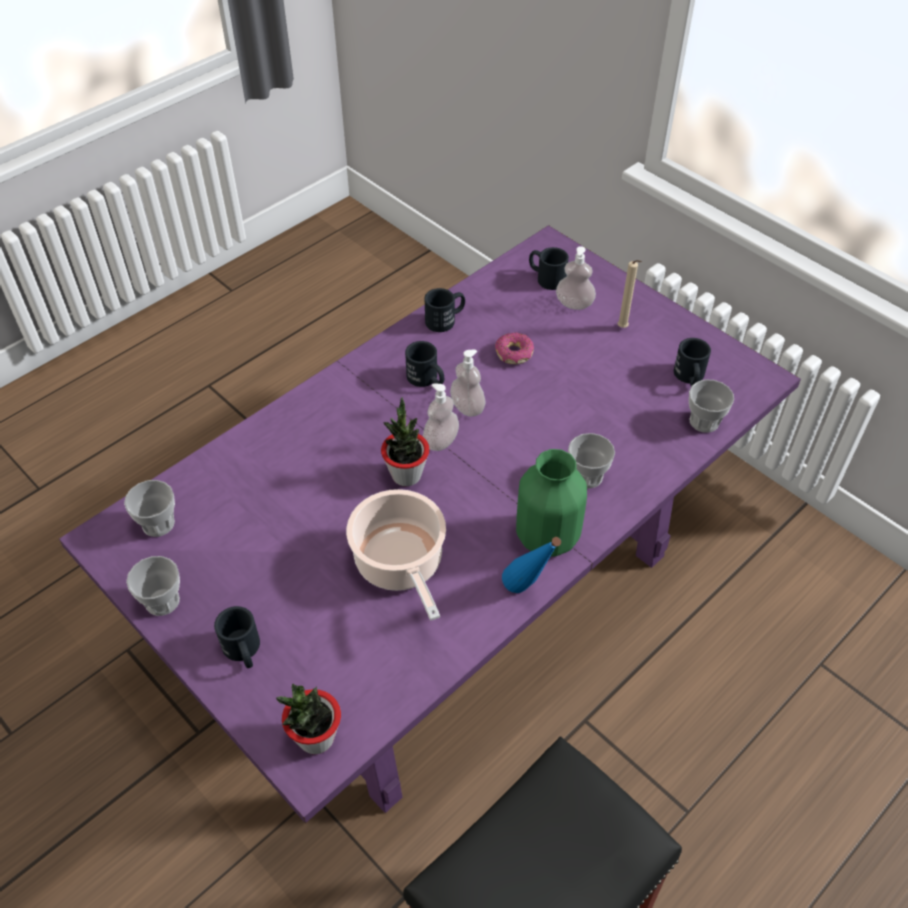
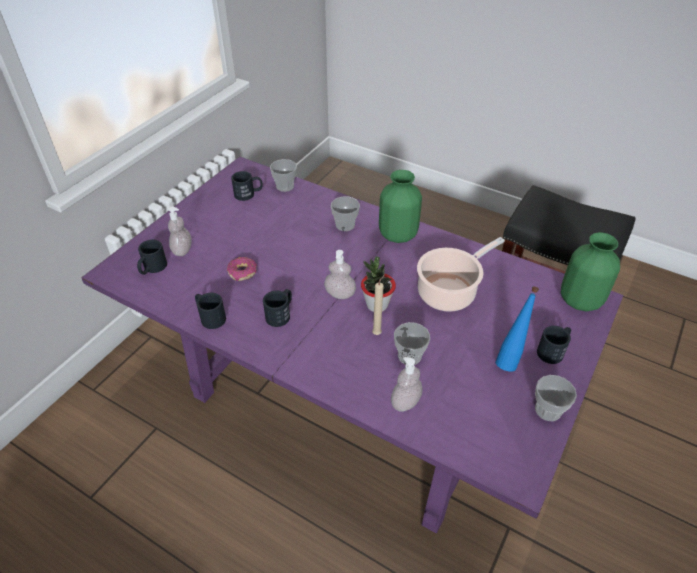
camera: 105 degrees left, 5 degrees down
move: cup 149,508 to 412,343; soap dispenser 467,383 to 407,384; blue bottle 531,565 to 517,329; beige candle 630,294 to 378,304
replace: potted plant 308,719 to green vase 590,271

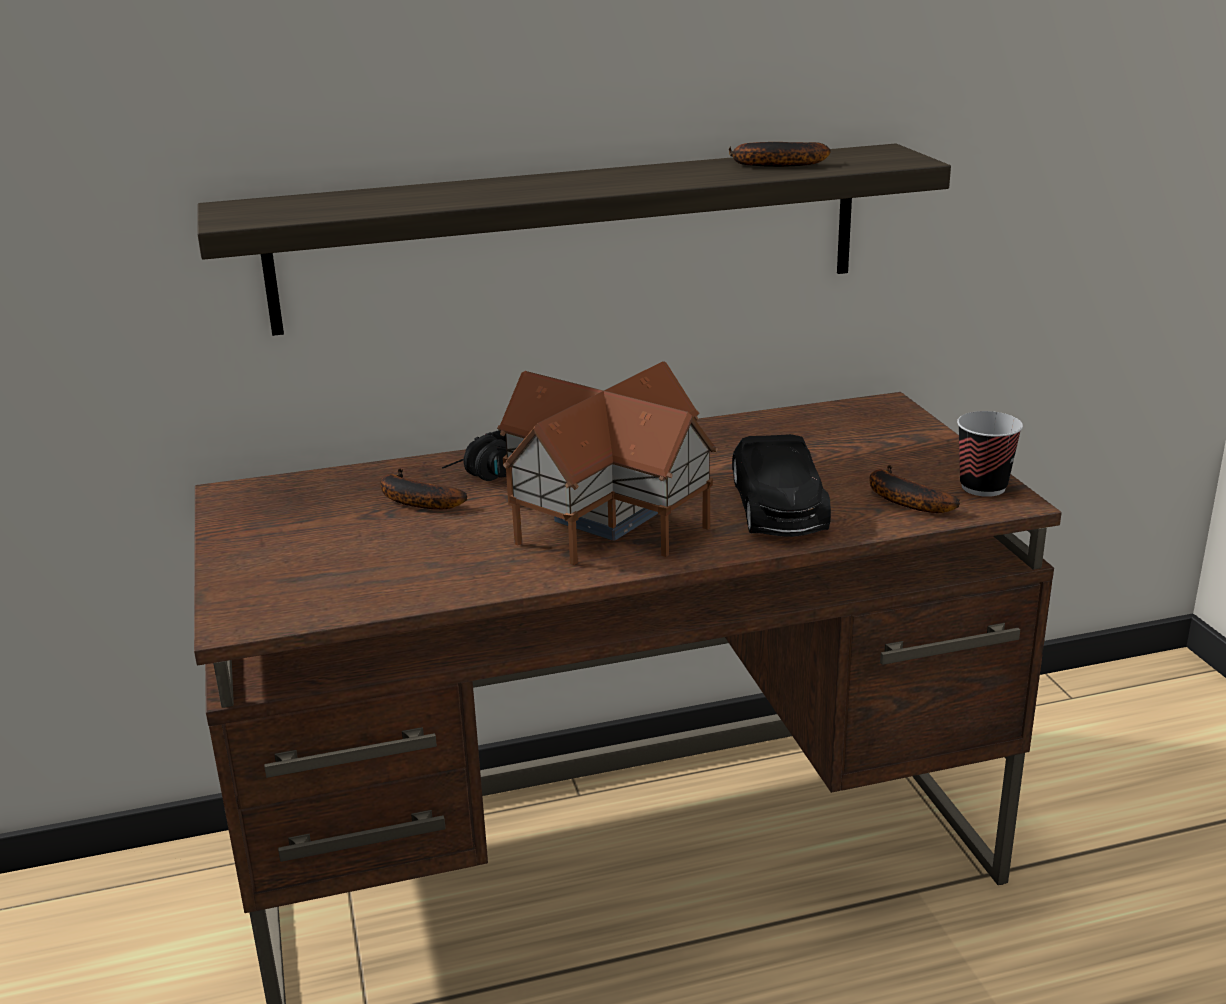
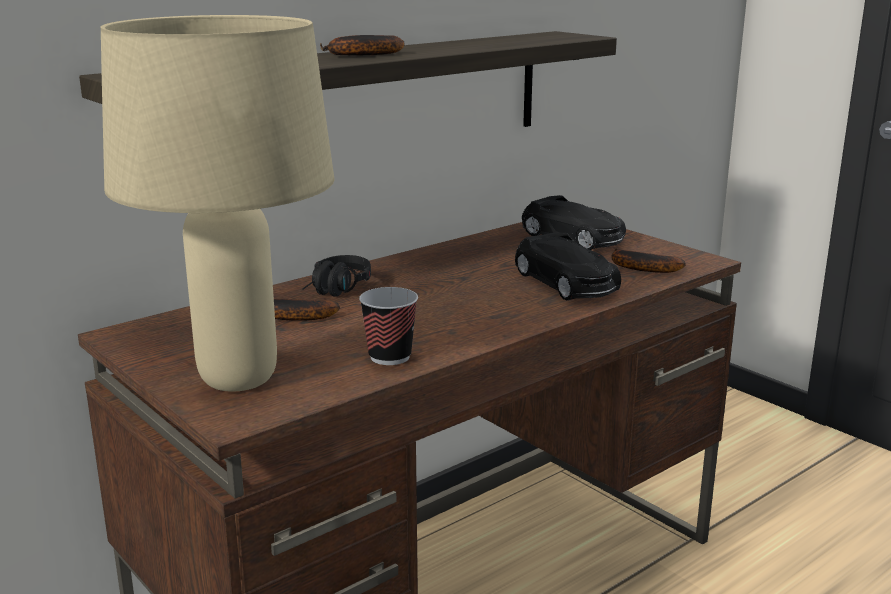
camera: 25 degrees left, 5 degrees down
delete: toy house 607,463
insert: beige table lamp 218,203; black toy car 574,222
move: banana 780,154 to 362,45; cup 990,454 to 388,326

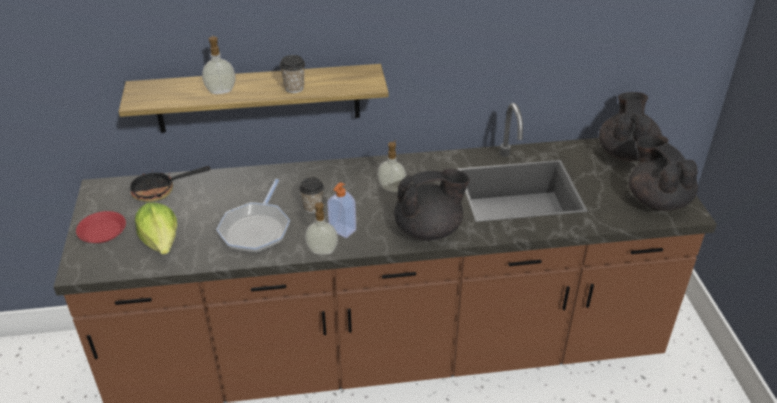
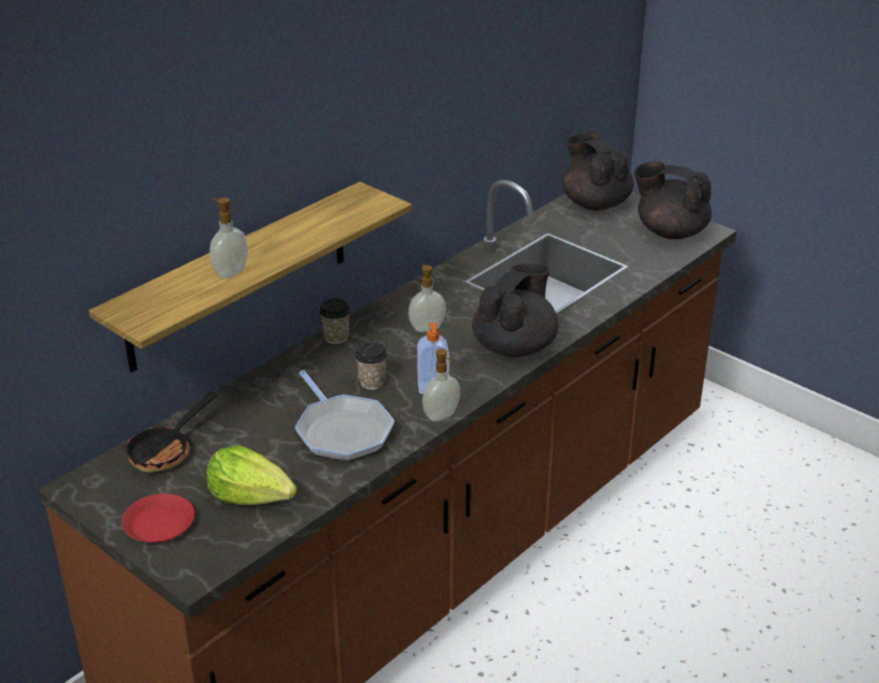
camera: 40 degrees left, 5 degrees down
move: cup 292,74 to 334,321

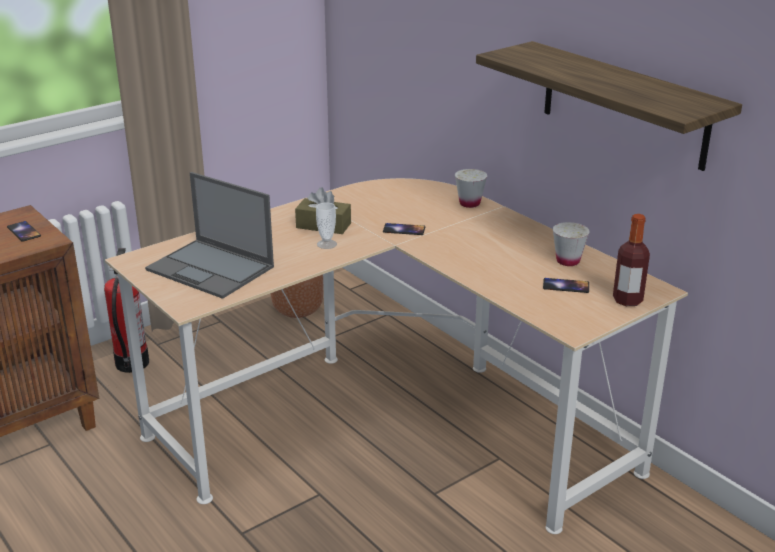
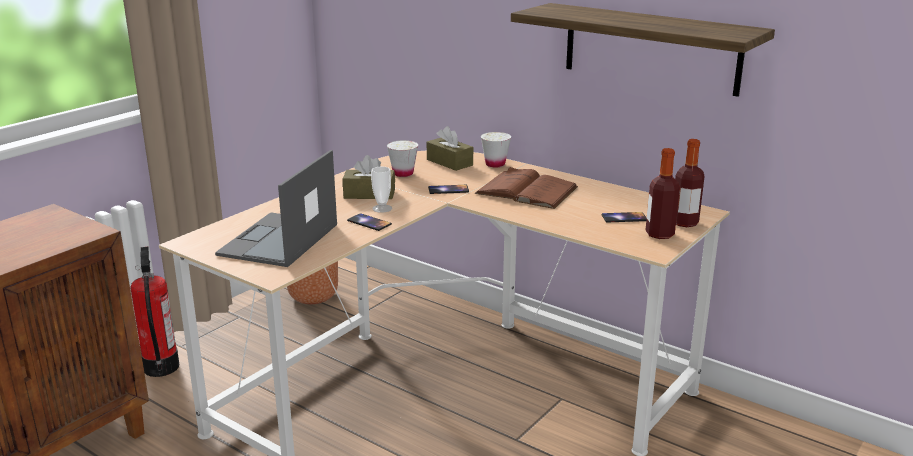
camera: 15 degrees left, 5 degrees down
insert: brown tissue box 450,148; brown book 526,188; bottle 662,193
move: phone 24,231 to 369,222; white cup 571,244 to 402,158
rotate: laptop 209,235 = 276,208 90 degrees clockwise

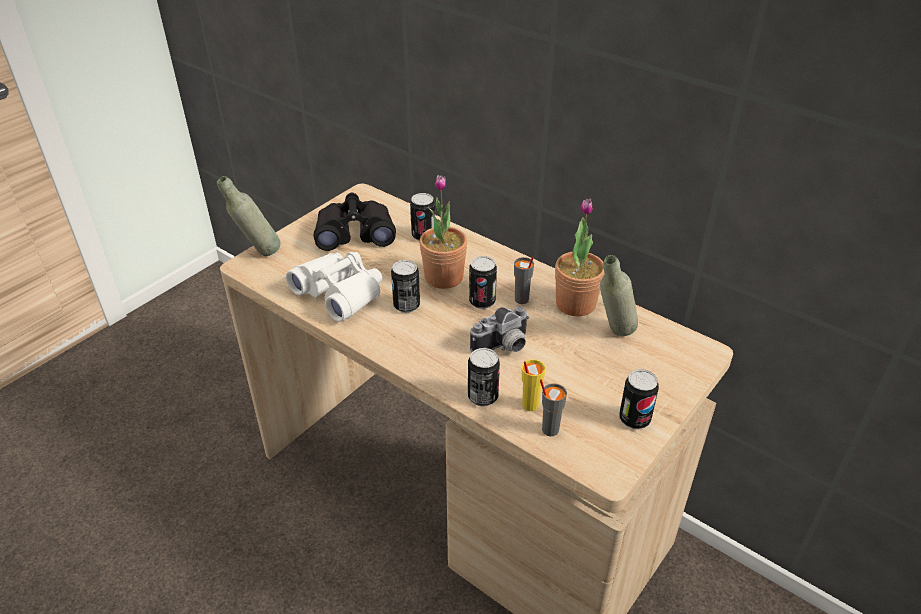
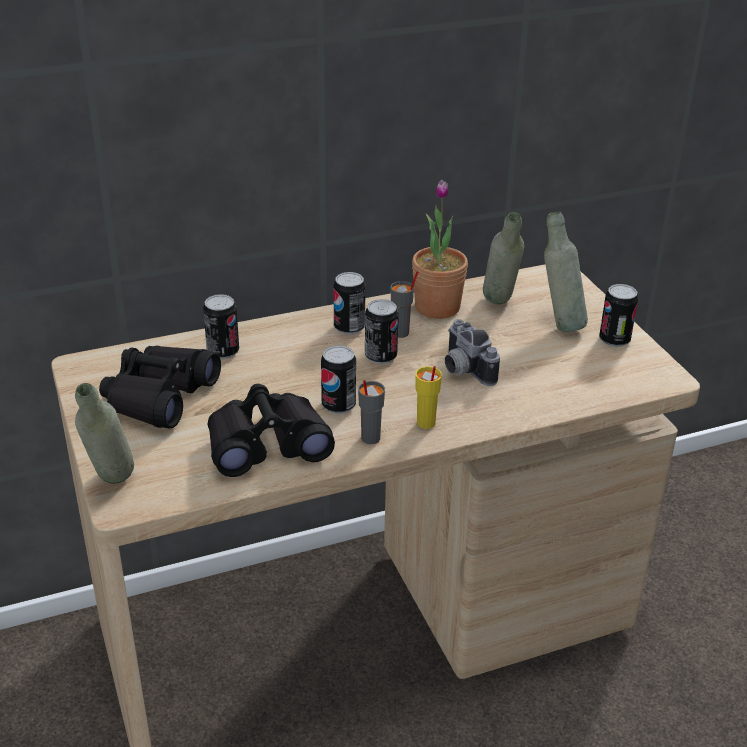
camera: 60 degrees left, 5 degrees down
delete: potted plant 443,232
insert: grey bottle 566,272
move: can 484,377 to 350,303; yellow cup 533,385 to 428,397; grey cup 553,407 to 371,412
recolor: white binoculars 334,287 to black binoculars 271,430
rotate: photo camera 499,329 = 472,352 150 degrees clockwise

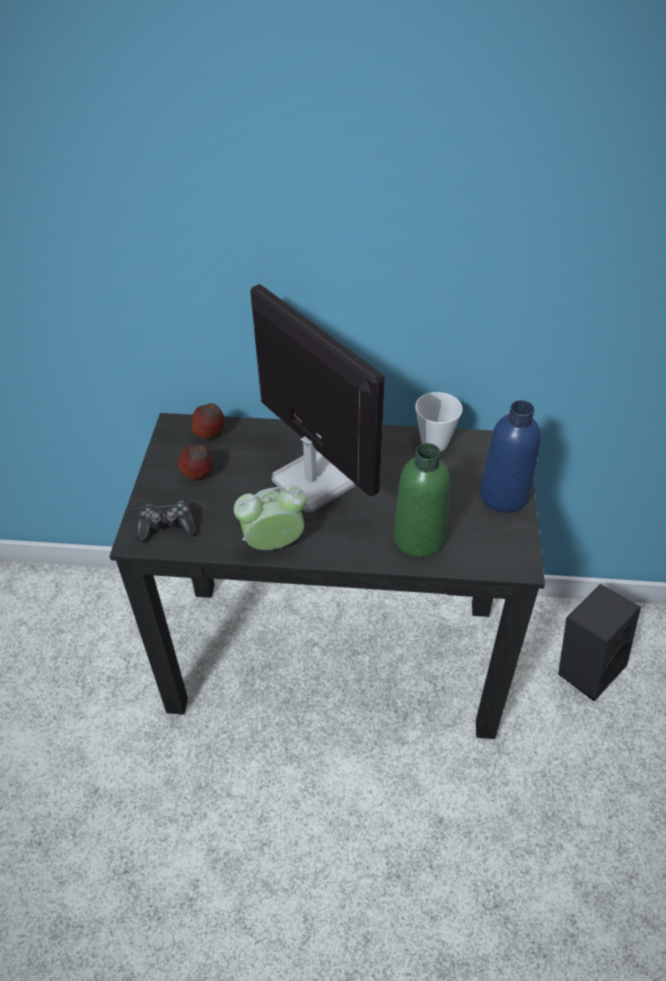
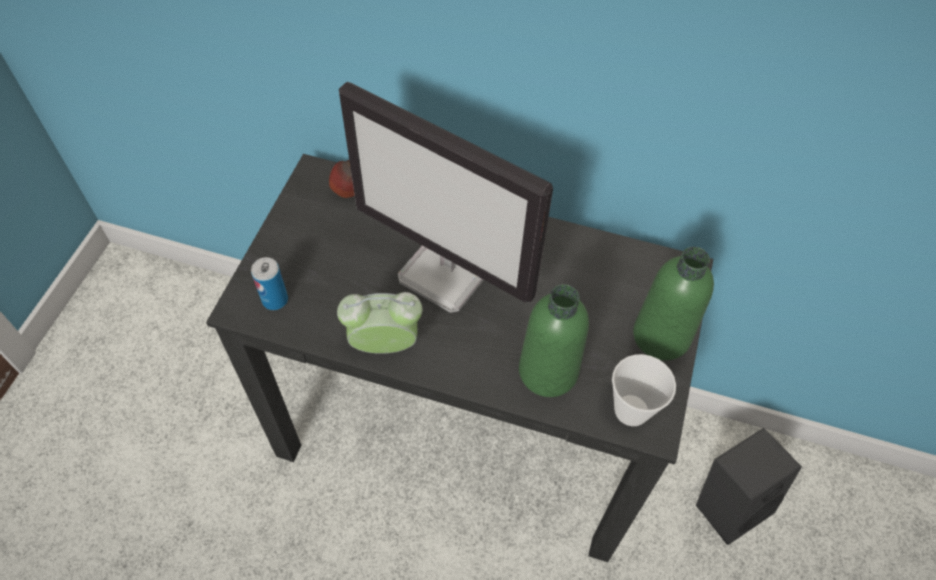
camera: 10 degrees right, 10 degrees up
delete: apple 195,462
move: cup 439,422 to 644,390
replace: game controller 166,521 to can 269,283
recolor: blue bottle 510,456 to green bottle 673,304
rotate: monitor 317,398 = 446,197 150 degrees clockwise

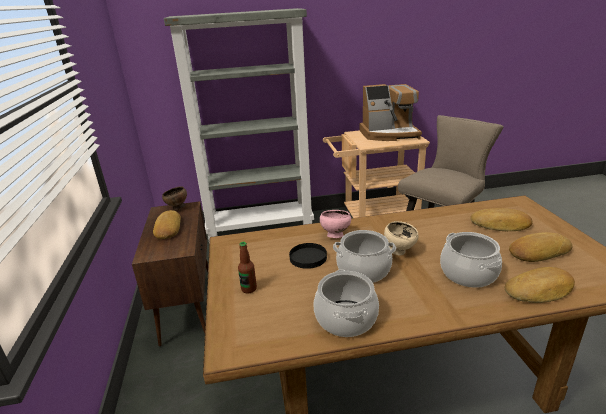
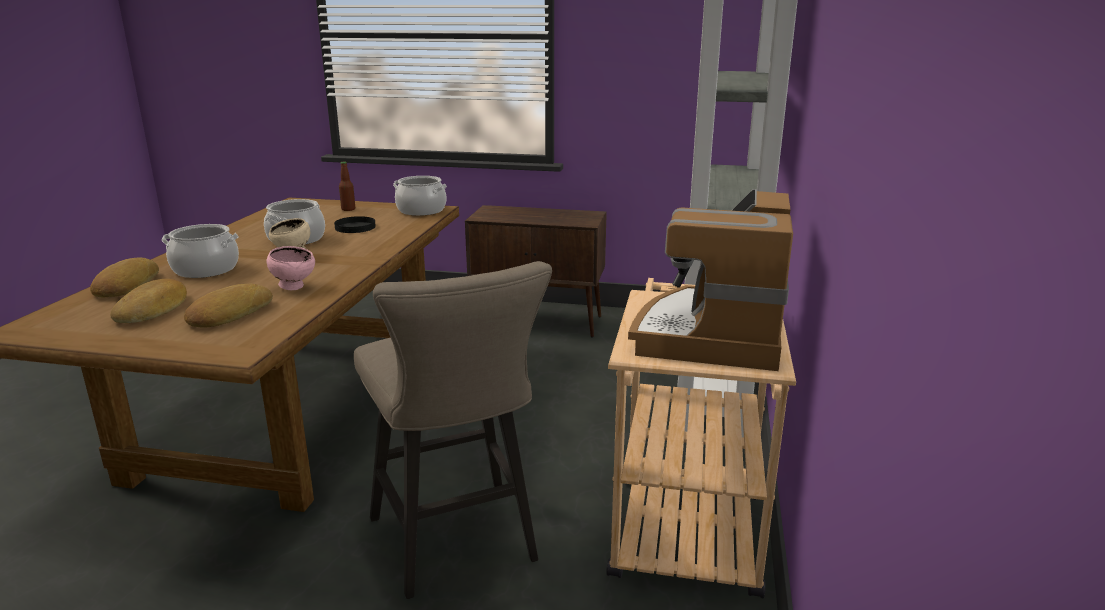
camera: 110 degrees right, 5 degrees down
delete: bread 167,224; brown bowl 174,198
move: cooking pot 346,303 to 420,196; pink bowl 335,224 to 291,268

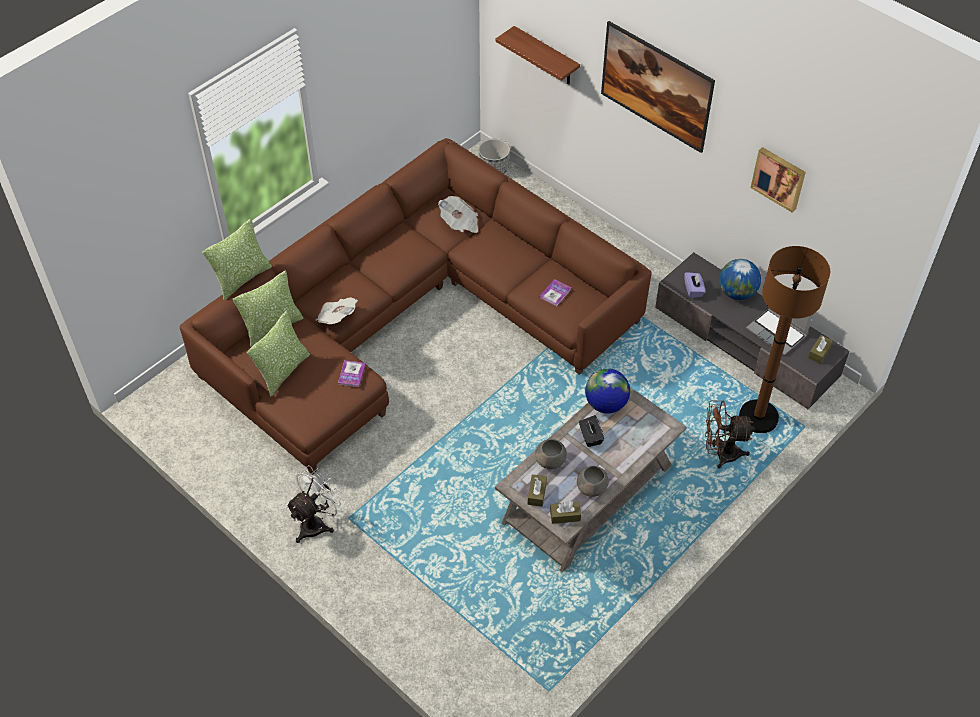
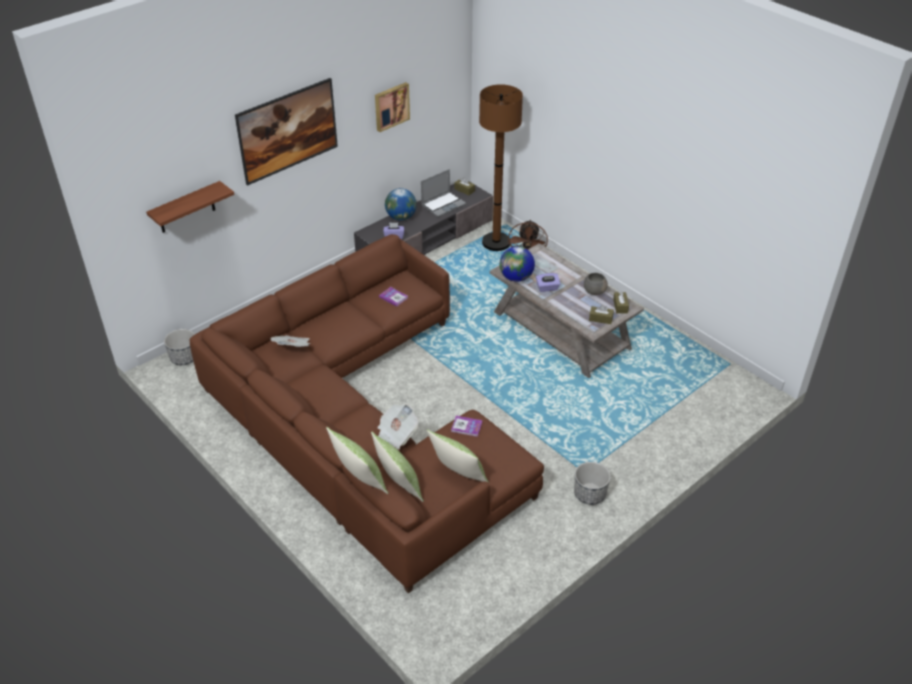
camera: 85 degrees left, 10 degrees down
delete: grey bowl 551,454
replace: white fan 315,504 to planter 592,483
recolor: black tissue box 591,431 to purple tissue box 548,282

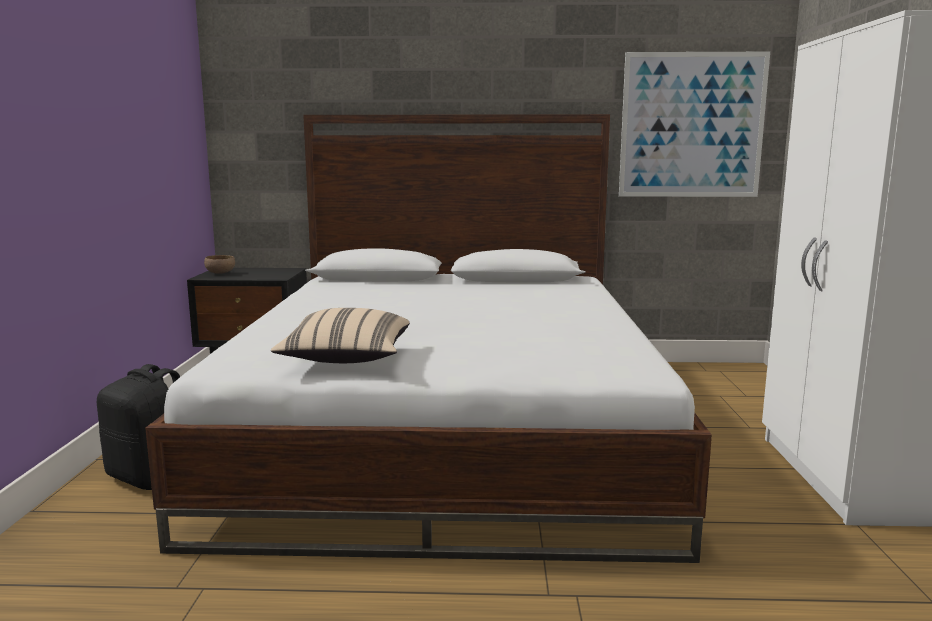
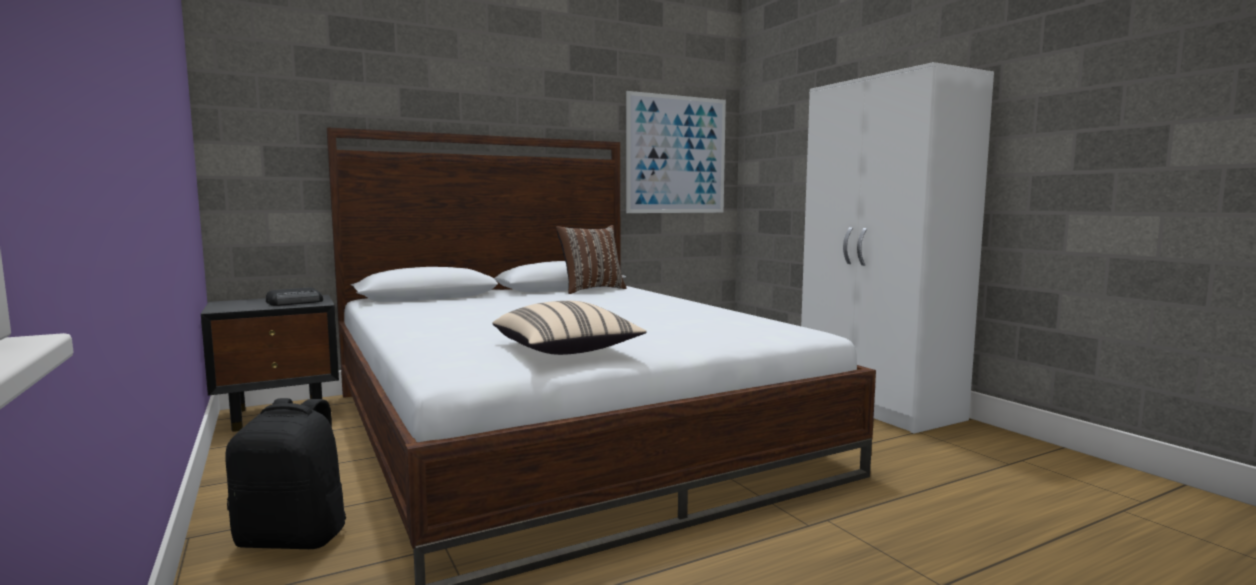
camera: 30 degrees left, 5 degrees down
delete: brown bowl 219,264
insert: radio 294,296; brown pillow 591,259

